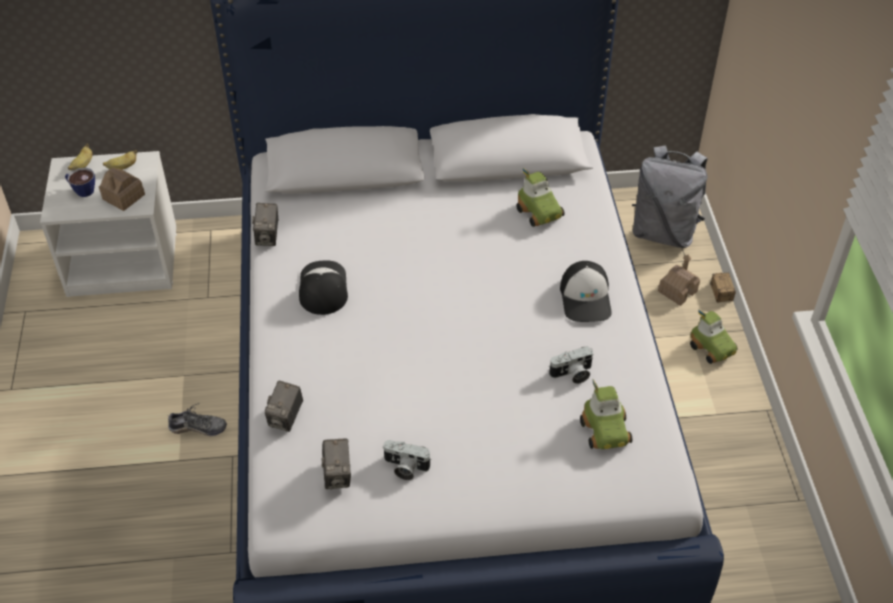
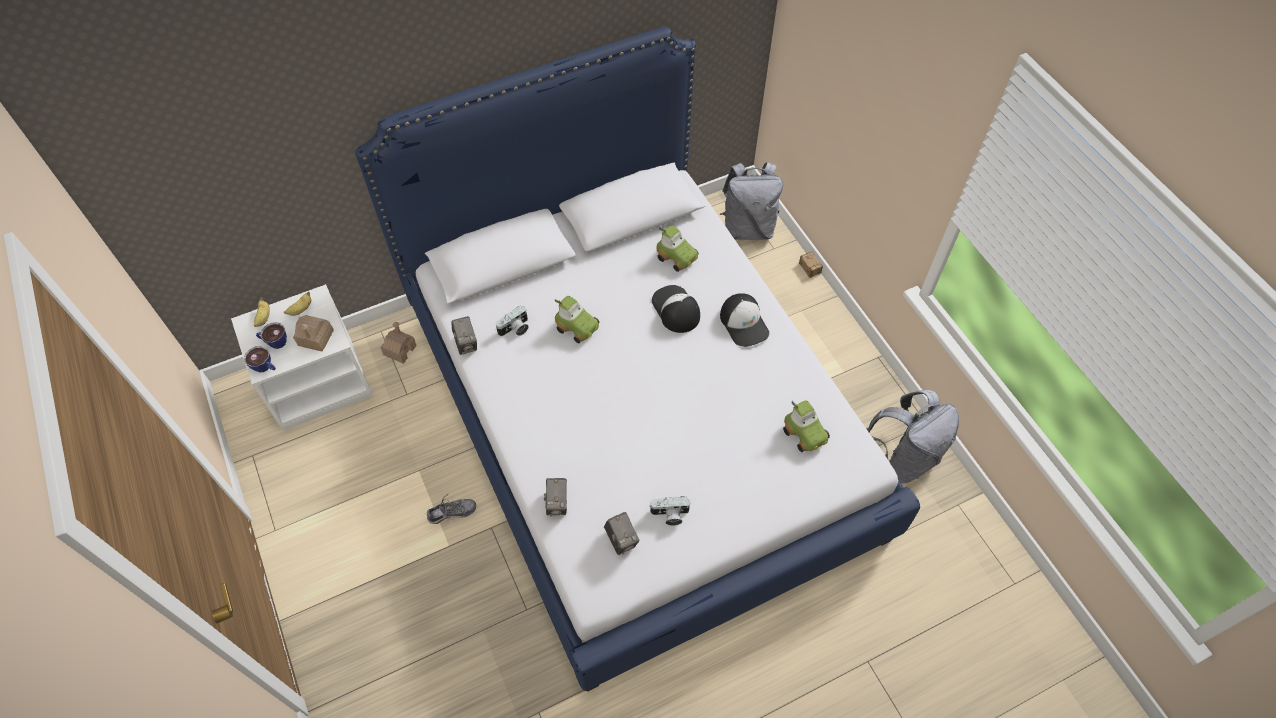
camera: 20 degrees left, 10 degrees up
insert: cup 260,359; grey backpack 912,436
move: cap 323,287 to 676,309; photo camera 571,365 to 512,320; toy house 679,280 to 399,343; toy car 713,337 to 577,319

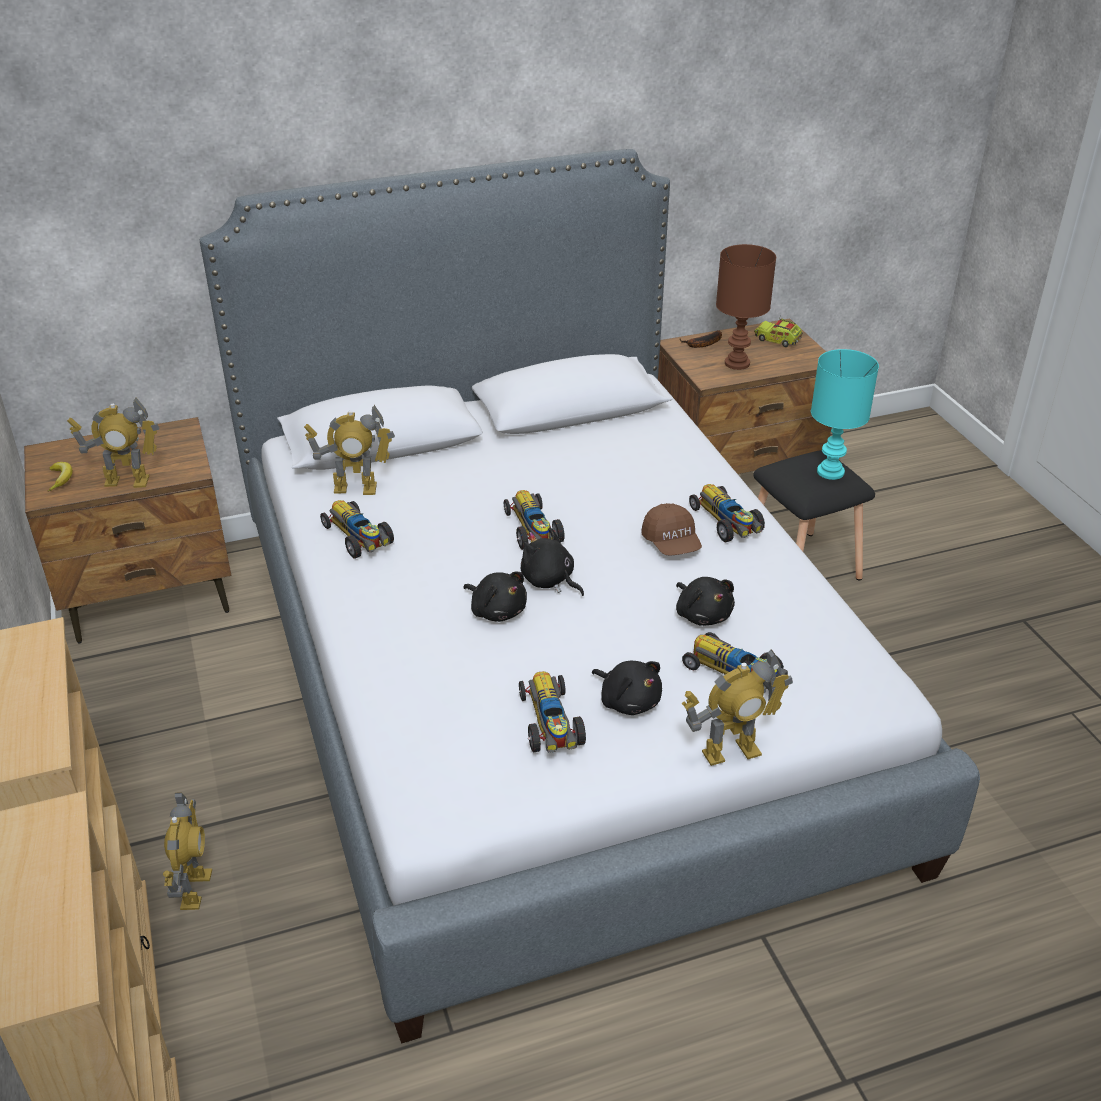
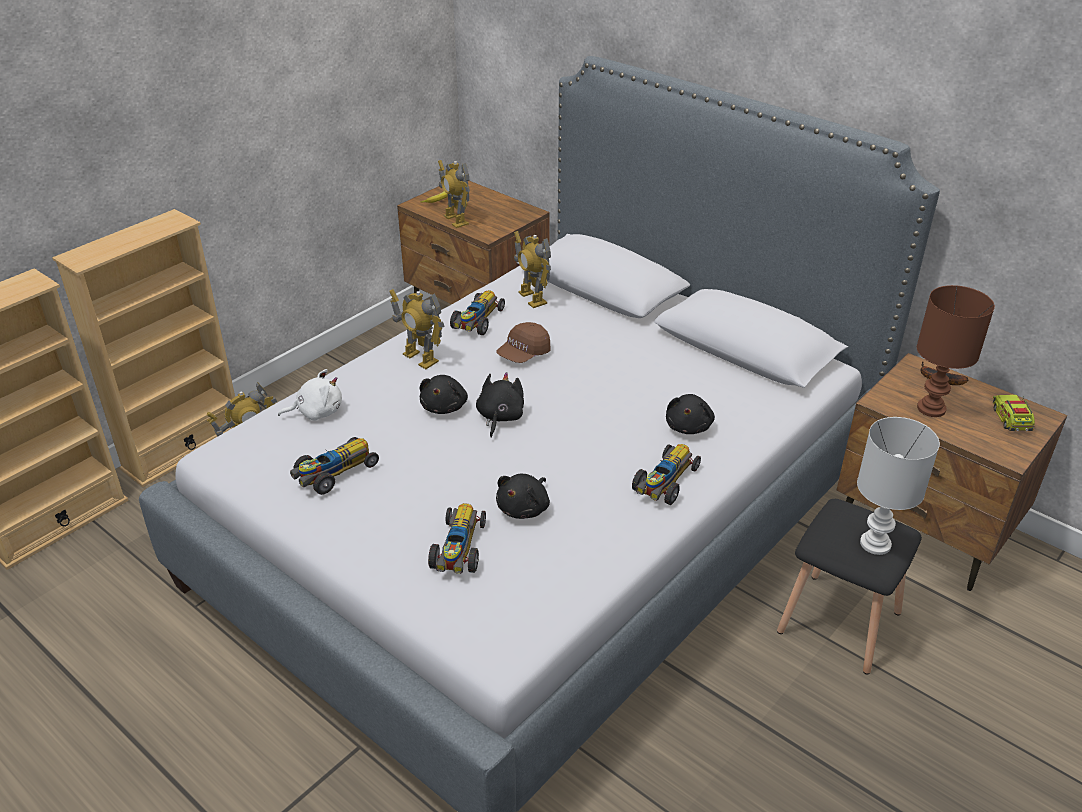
camera: 60 degrees right, 0 degrees up
delete: toy car 534,520
insert: white plush toy 310,395
move: black plush toy 627,688 to 690,414; brown cap 671,529 to 523,342; toy robot 737,707 to 416,329
recolor: turquoise table lamp 845,414 to white table lamp 898,486

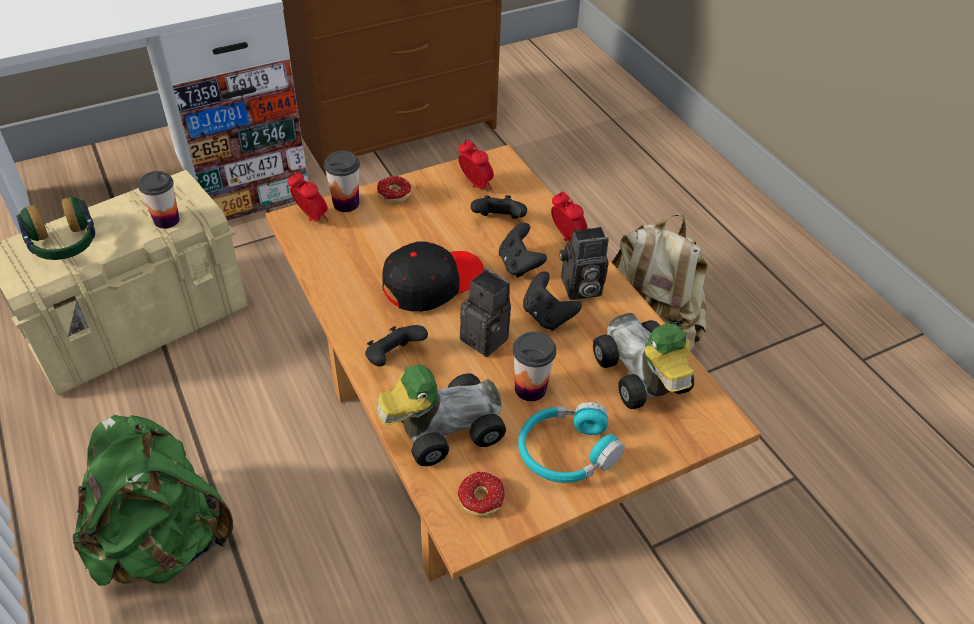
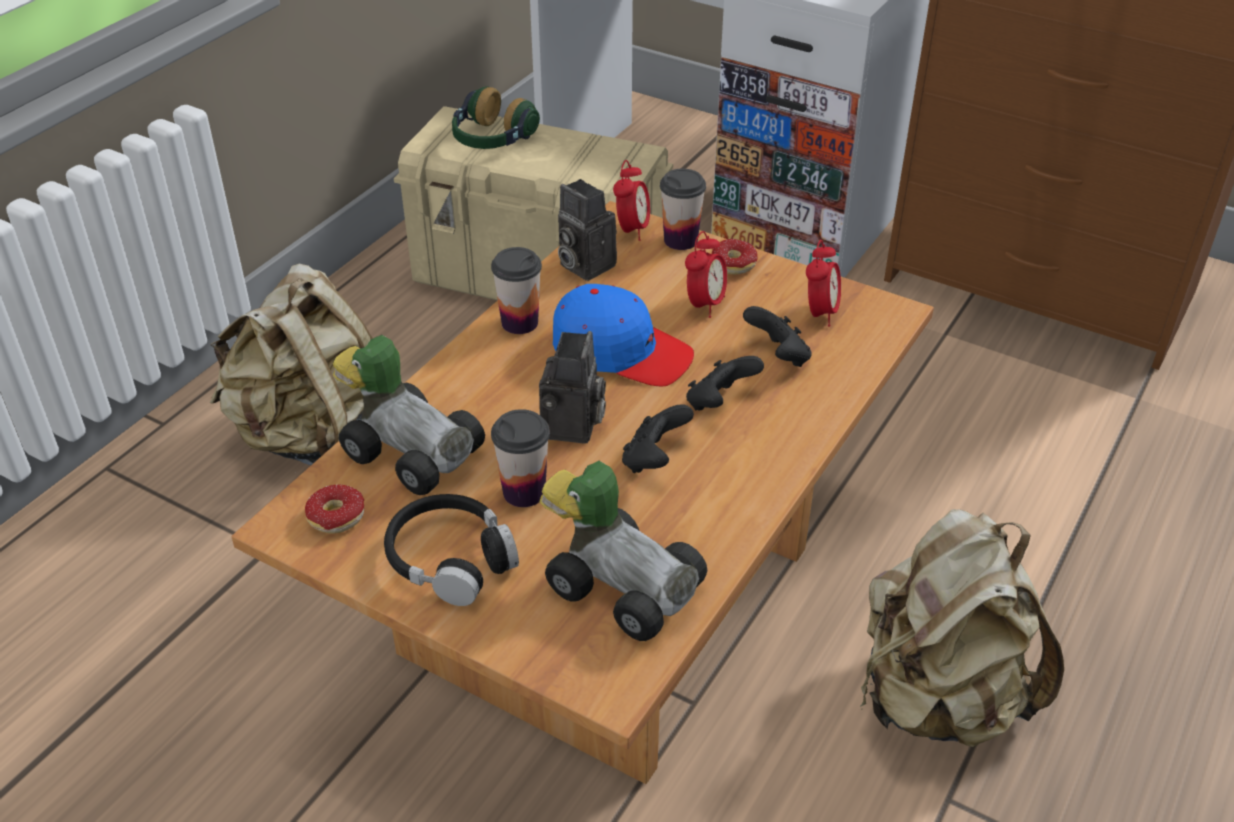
camera: 60 degrees right, 5 degrees down
delete: black game controller 396,345
move: cup 158,200 to 516,290; alarm clock 569,216 to 706,274; photo camera 584,263 to 587,230
recolor: green backpack 153,500 to beige backpack 291,364; black cap 433,277 to blue cap 623,335; turquoise headphones 571,442 to black headphones 451,550
rotate: toy car 643,361 = 623,551 90 degrees clockwise

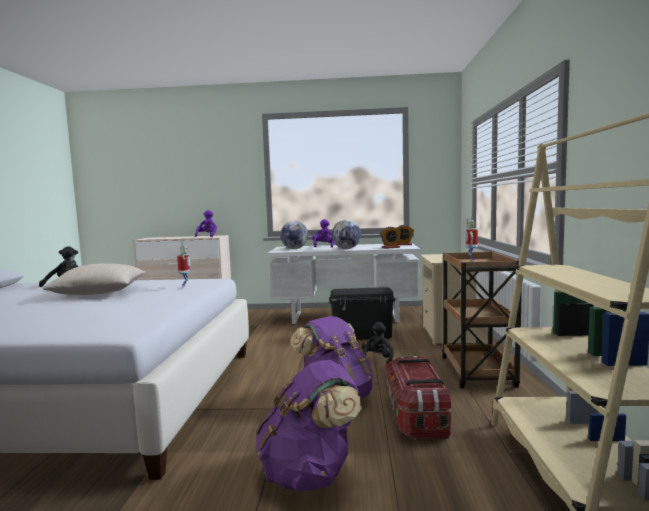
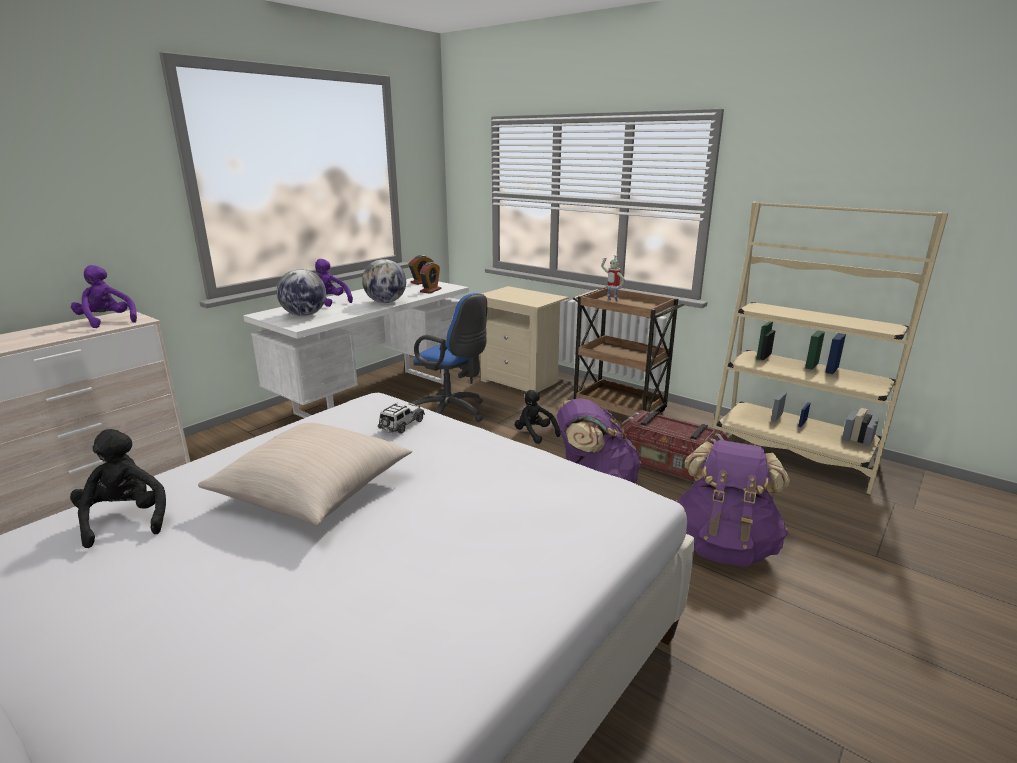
camera: 55 degrees left, 15 degrees up
replace: toy robot 184,265 to toy car 401,418; black storage box 362,313 to blue office chair 449,357

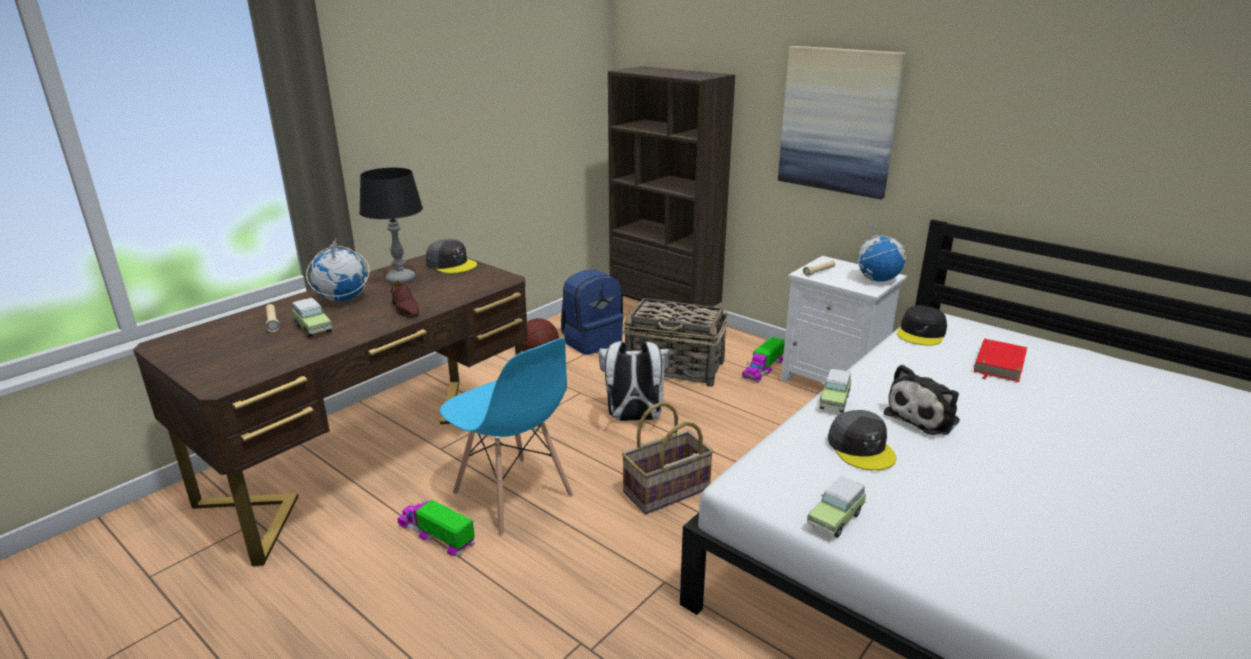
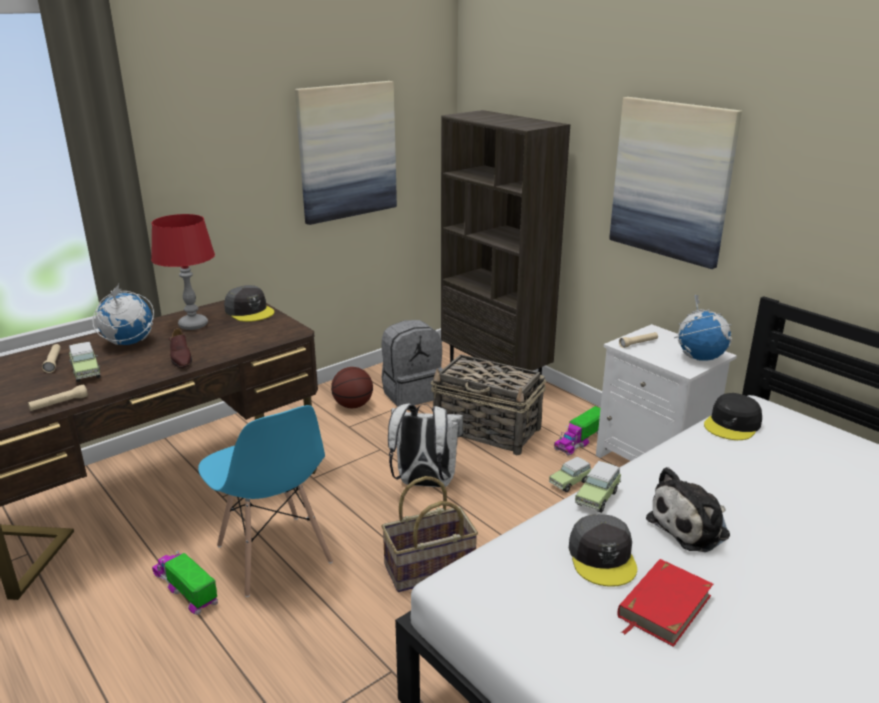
camera: 10 degrees right, 0 degrees up
insert: beige flashlight 58,397; picture 346,153
move: toy car 836,507 to 570,474; red book 1000,360 to 665,603
recolor: black table lamp 391,226 to red table lamp 183,272; blue backpack 592,312 to grey backpack 412,363

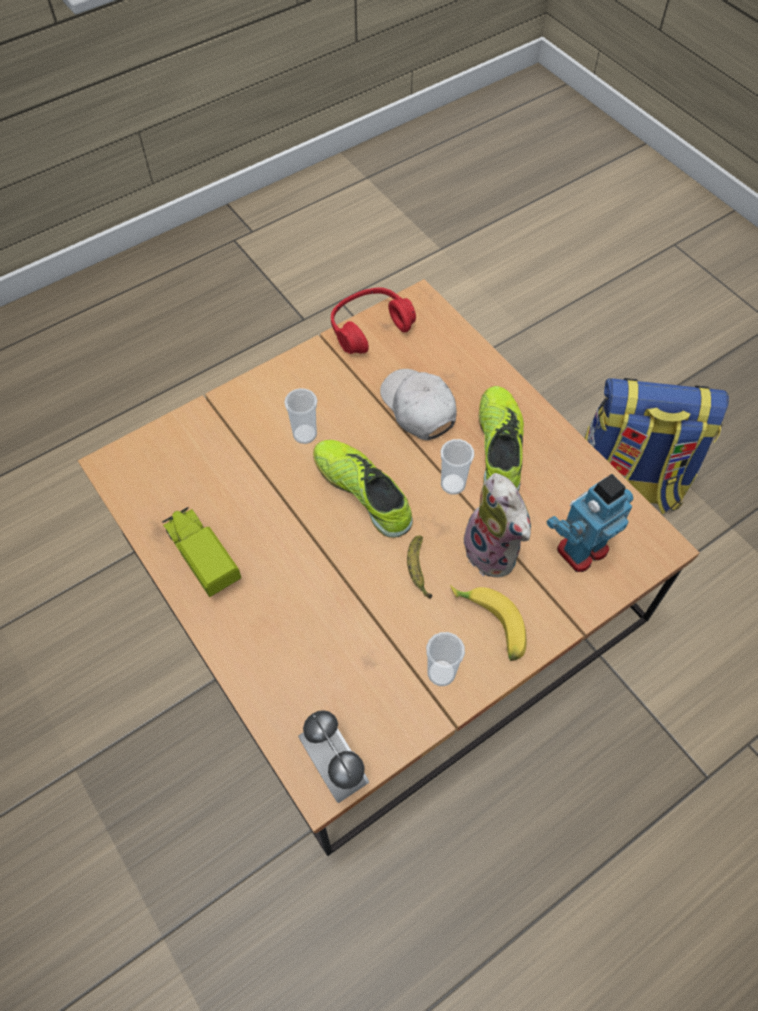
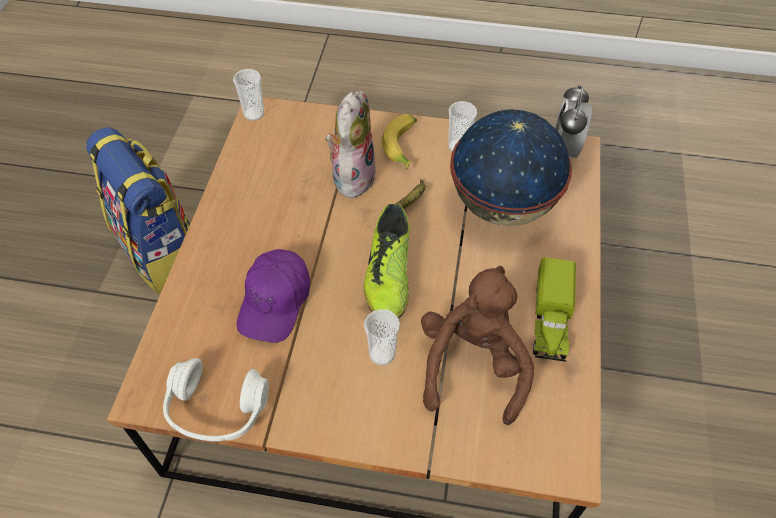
camera: 135 degrees left, 5 degrees down
delete: shoe 501,438; toy robot 590,523
insert: brown plush toy 477,345; globe 511,167
move: cup 457,467 to 248,95
recolor: red headphones 373,320 to white headphones 216,400; white cap 418,404 to purple cap 273,296

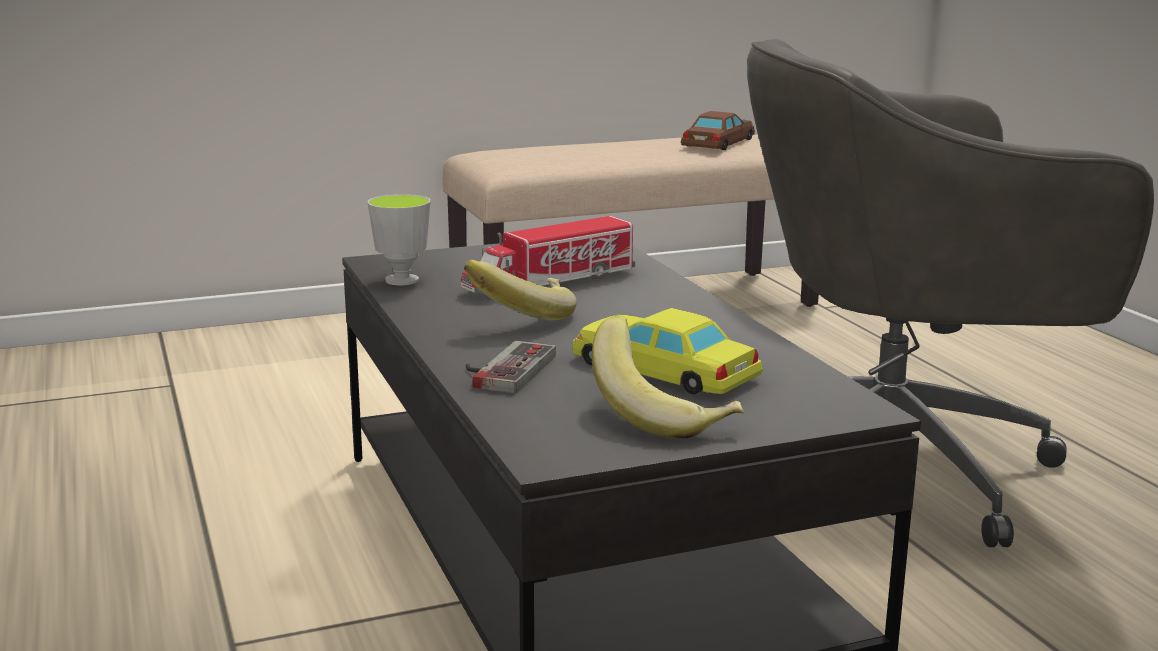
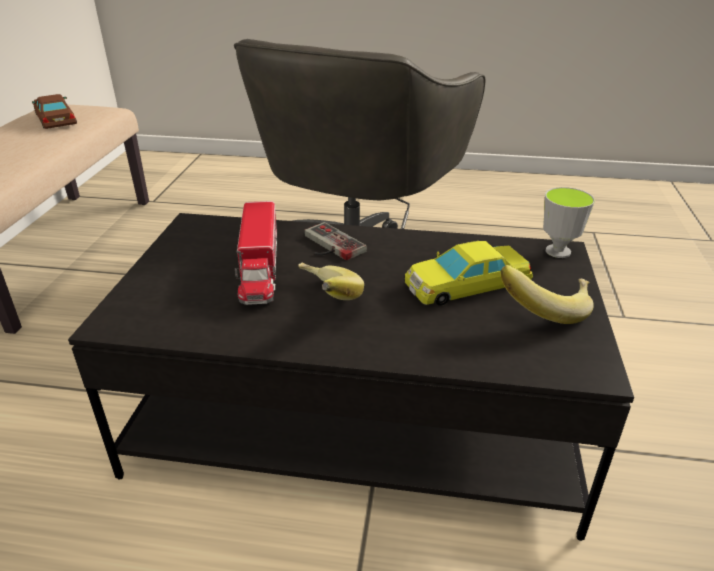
camera: 60 degrees left, 15 degrees up
move: cup 399,239 to 569,222; game controller 511,367 to 335,241

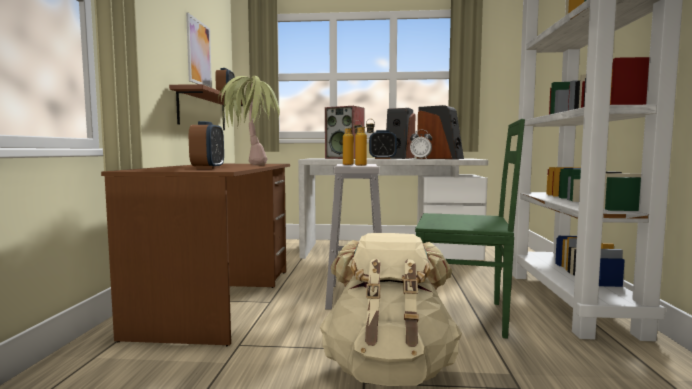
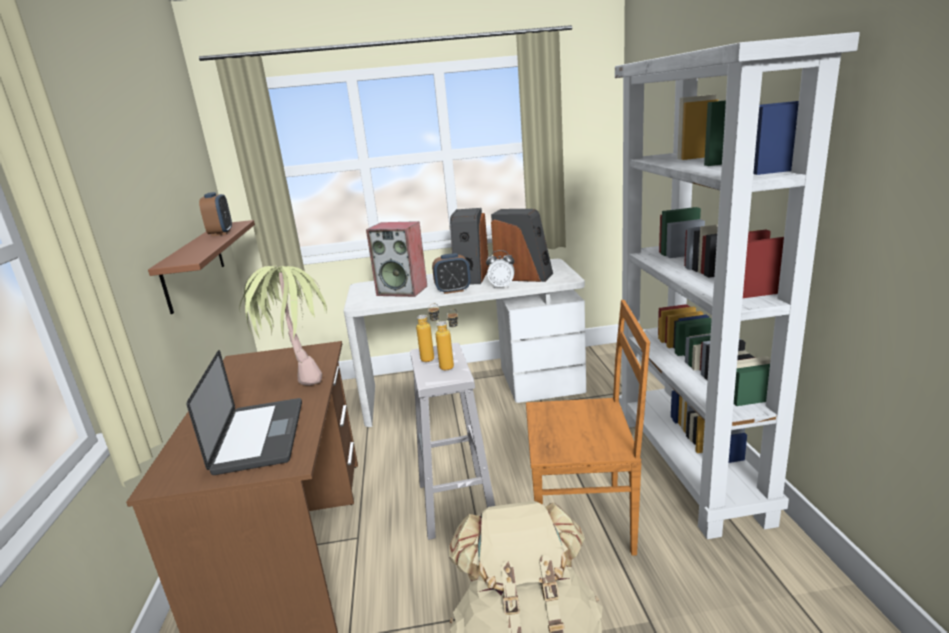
camera: 10 degrees left, 15 degrees up
delete: picture 199,50
replace: alarm clock 206,145 to laptop 244,412
recolor: green chair 470,229 to brown chair 588,427

